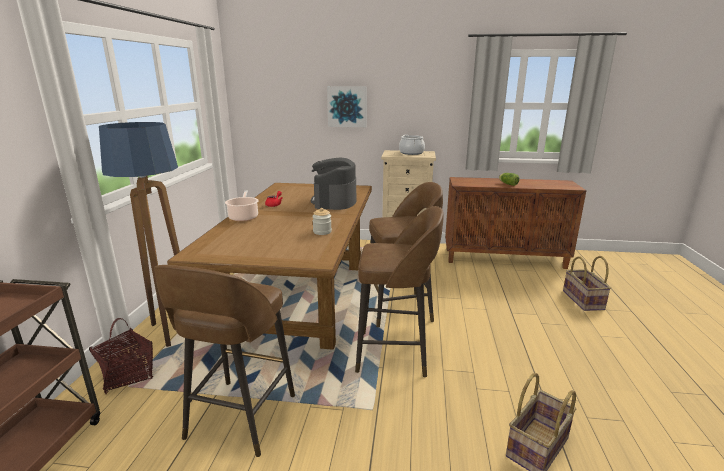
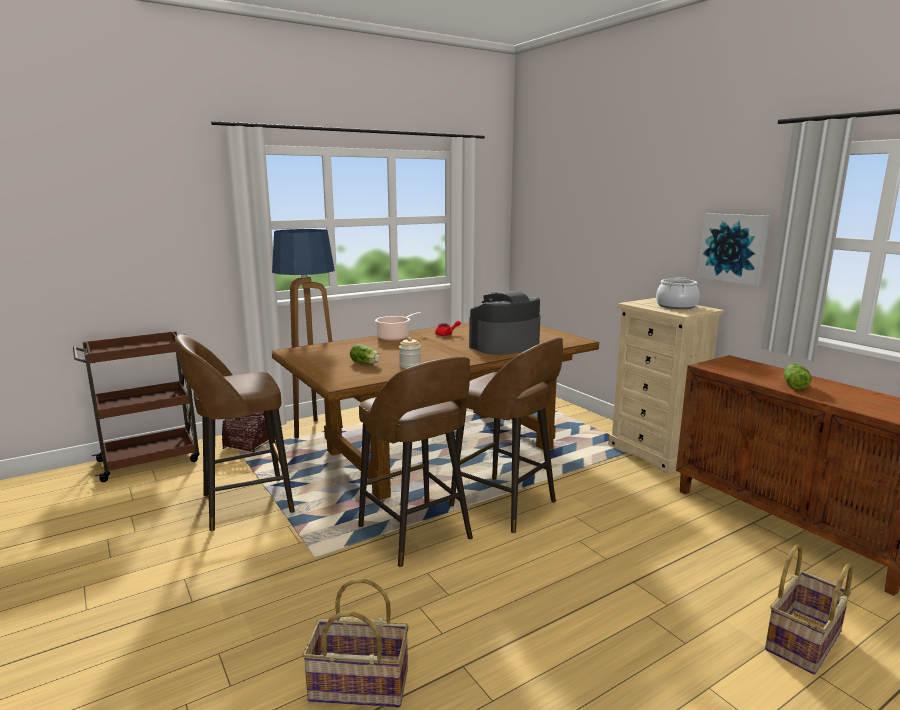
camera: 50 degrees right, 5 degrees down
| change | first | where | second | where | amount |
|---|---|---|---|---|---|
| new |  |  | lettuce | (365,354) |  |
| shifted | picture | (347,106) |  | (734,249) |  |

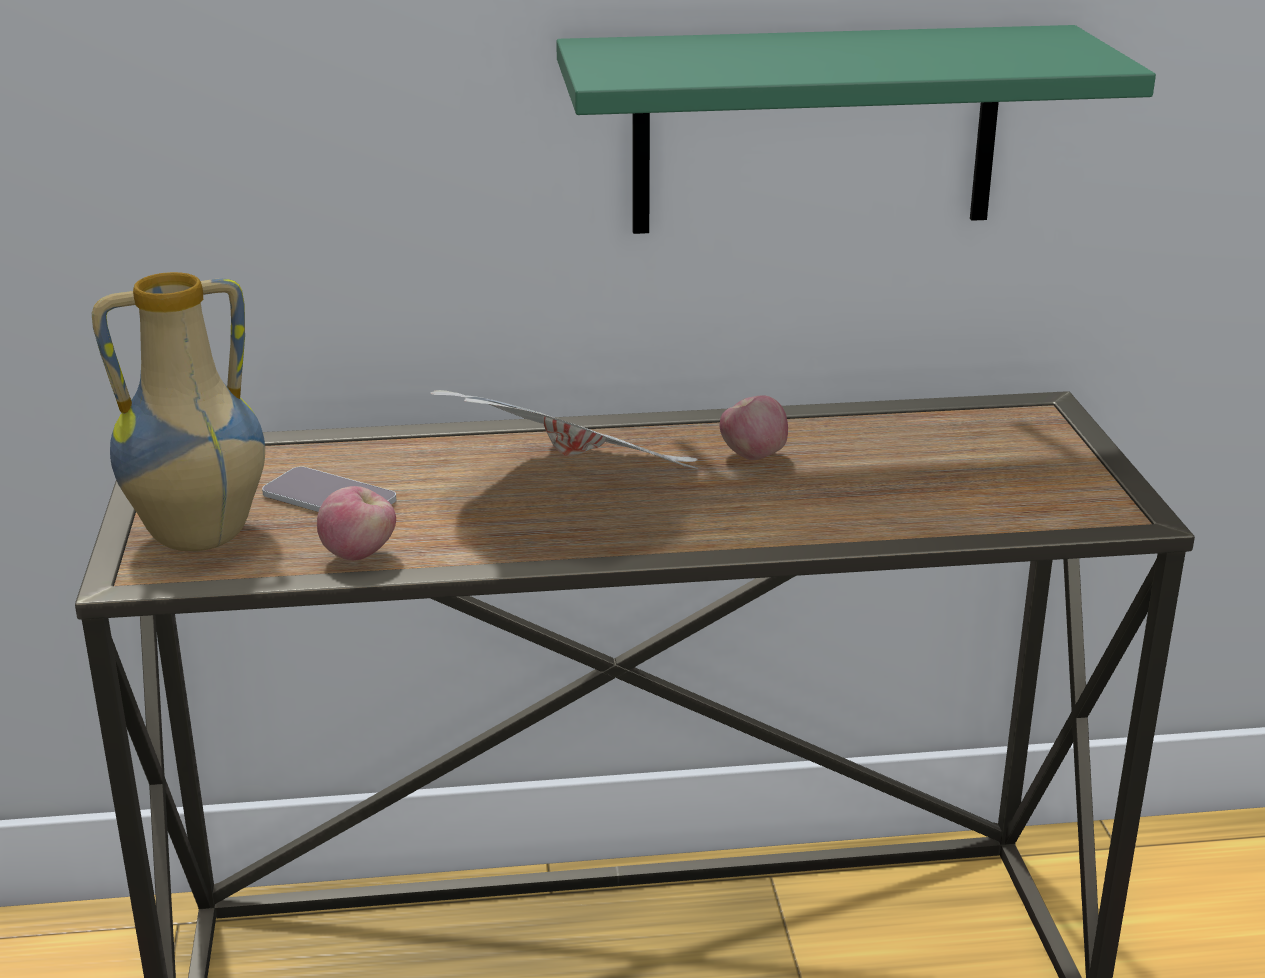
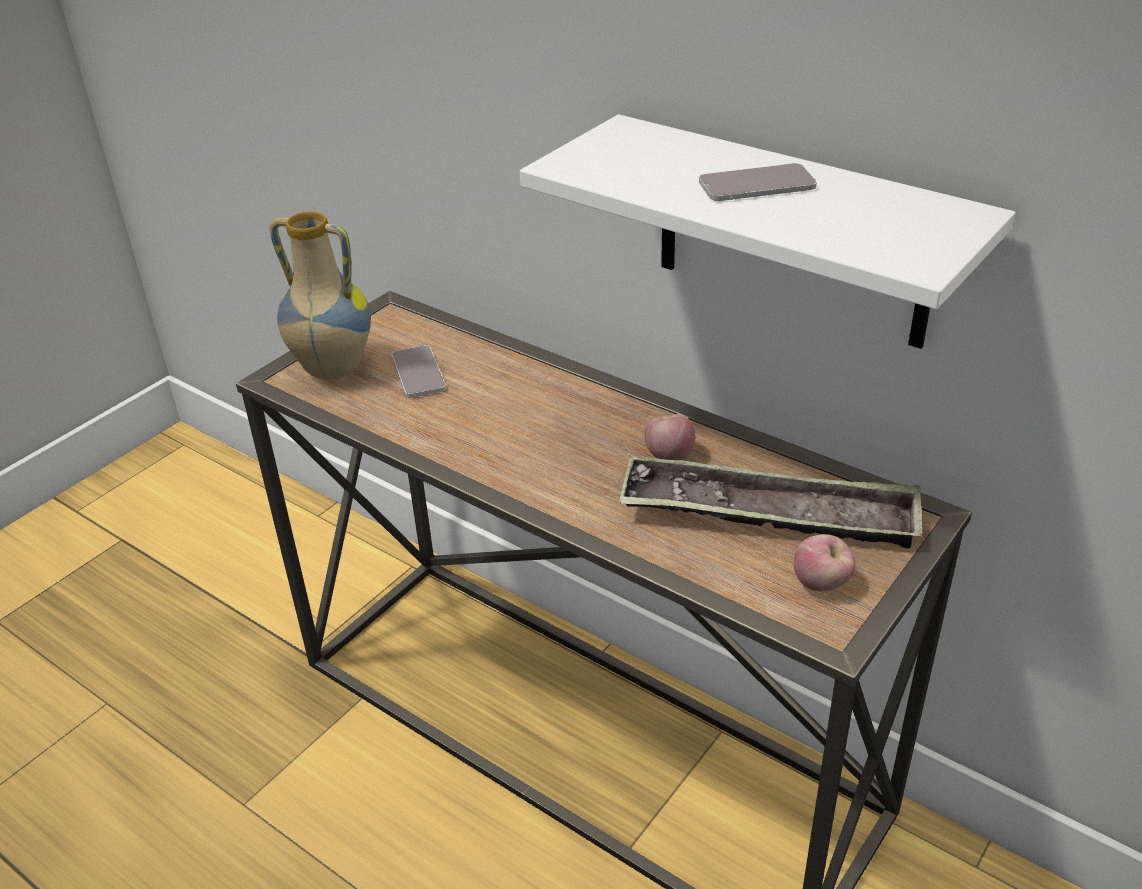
camera: 45 degrees right, 10 degrees up
| change | first | where | second | where | amount |
|---|---|---|---|---|---|
| repainted | shelf in green | (856,129) | shelf in white | (768,232) |  |
| new |  |  | tray | (771,502) |  |
| new |  |  | phone | (758,182) |  |
| shifted | apple | (356,523) |  | (824,562) |  |
| gone | newspaper | (564,429) |  |  |  |

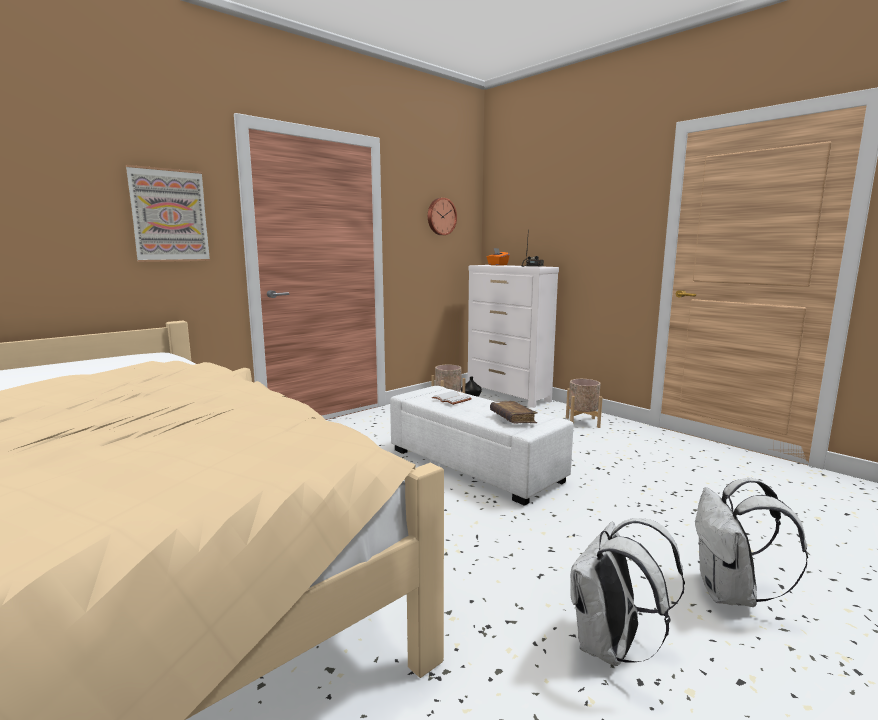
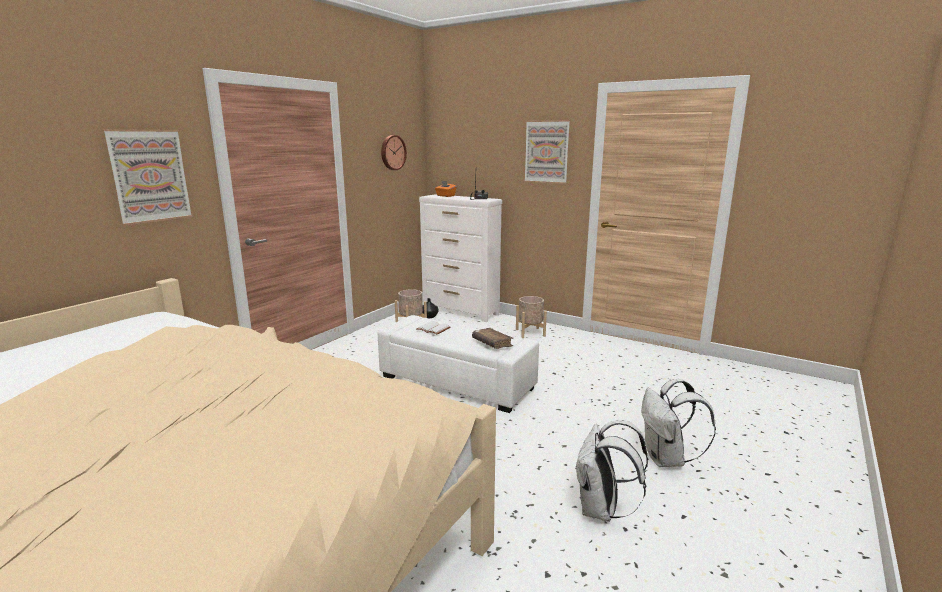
camera: 15 degrees left, 5 degrees up
| change | first | where | second | where | amount |
|---|---|---|---|---|---|
| new |  |  | picture | (547,152) |  |

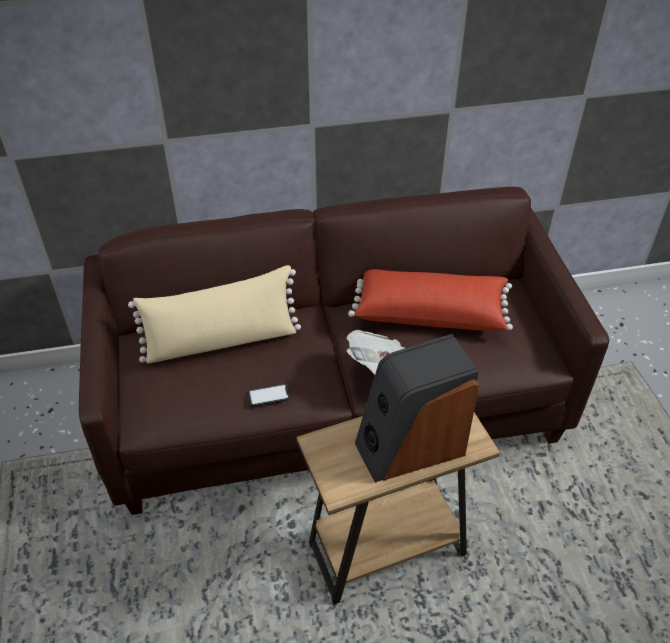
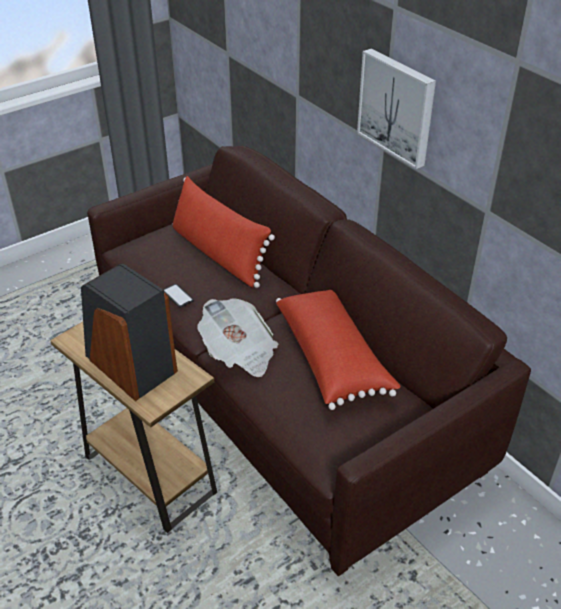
camera: 65 degrees right, 5 degrees down
| change | first | where | second | where | amount |
|---|---|---|---|---|---|
| repainted | pillow in beige | (214,314) | pillow in red | (223,232) |  |
| new |  |  | picture | (396,108) |  |

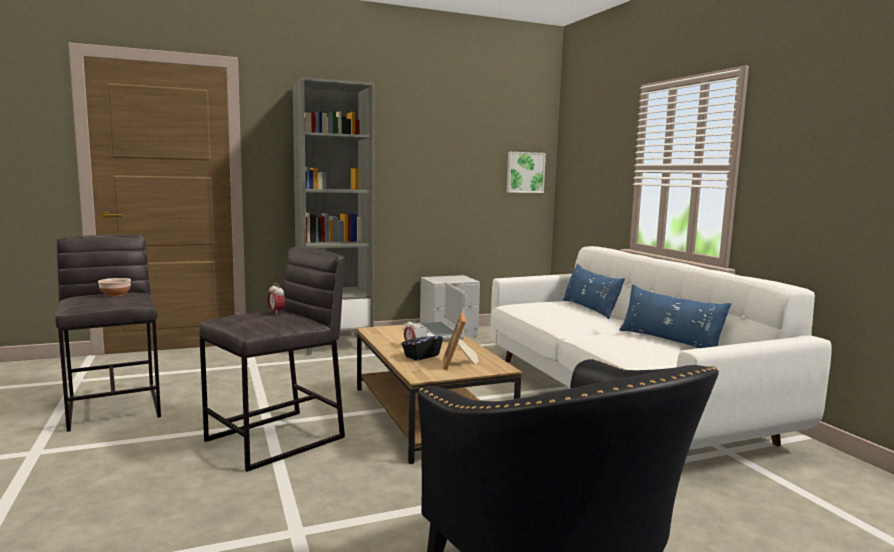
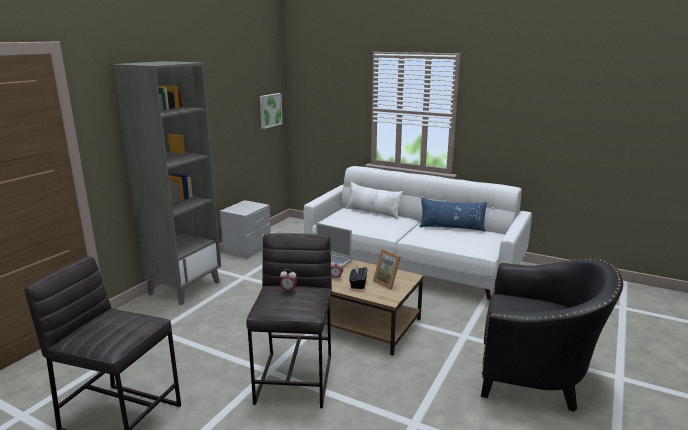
camera: 40 degrees left, 10 degrees up
| change | first | where | second | where | amount |
|---|---|---|---|---|---|
| repainted | pillow in blue | (594,291) | pillow in white | (374,200) |  |
| gone | bowl | (114,287) |  |  |  |

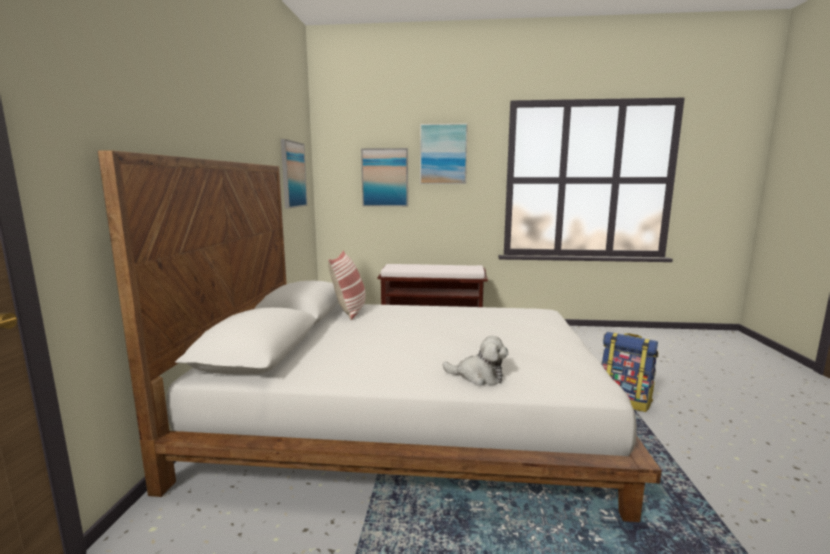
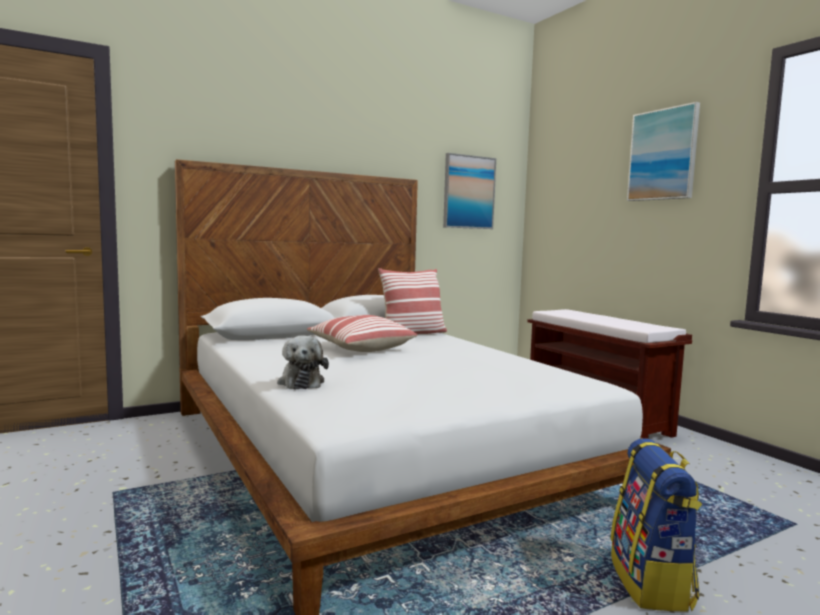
camera: 55 degrees right, 5 degrees down
| change | first | where | second | where | amount |
|---|---|---|---|---|---|
| new |  |  | pillow | (362,333) |  |
| gone | picture | (384,177) |  |  |  |

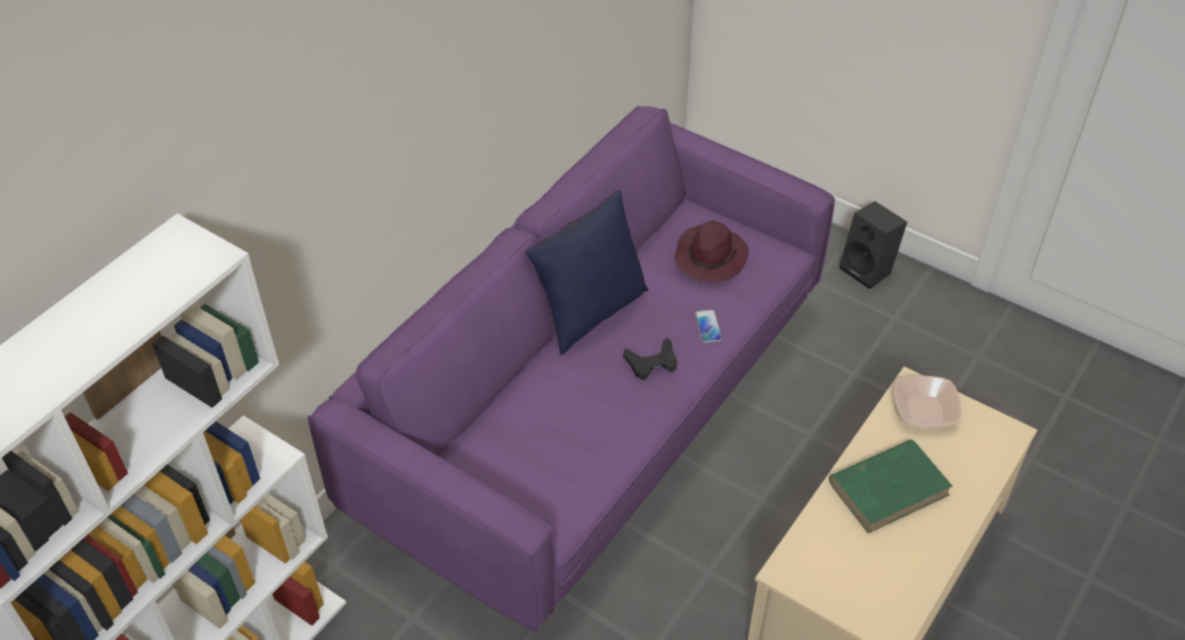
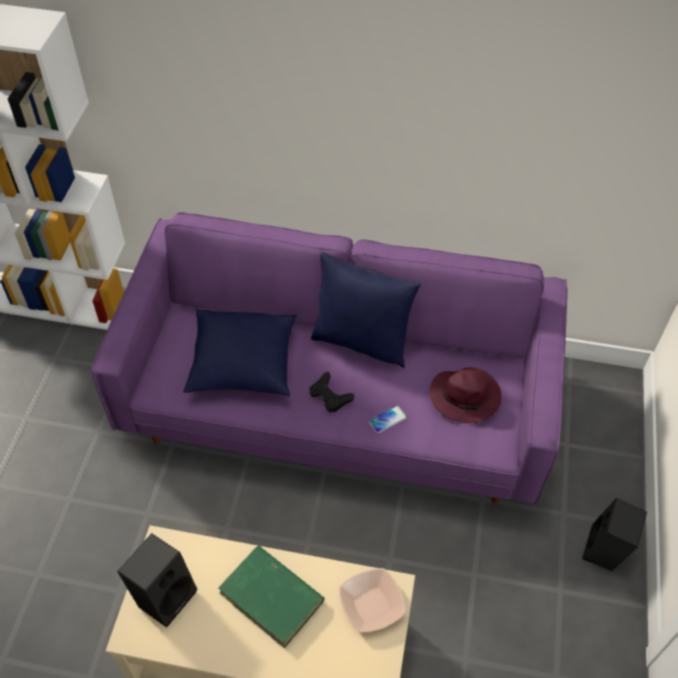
camera: 65 degrees right, 5 degrees up
| change | first | where | second | where | amount |
|---|---|---|---|---|---|
| new |  |  | speaker in black | (157,580) |  |
| new |  |  | pillow in blue | (239,352) |  |

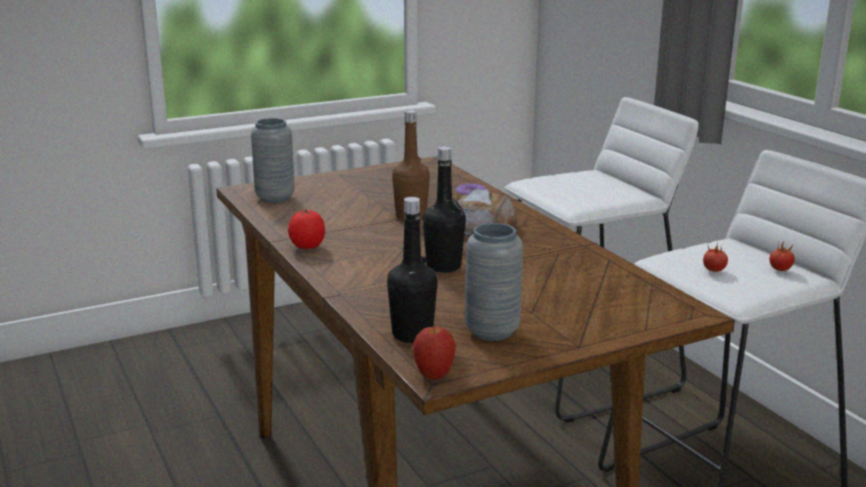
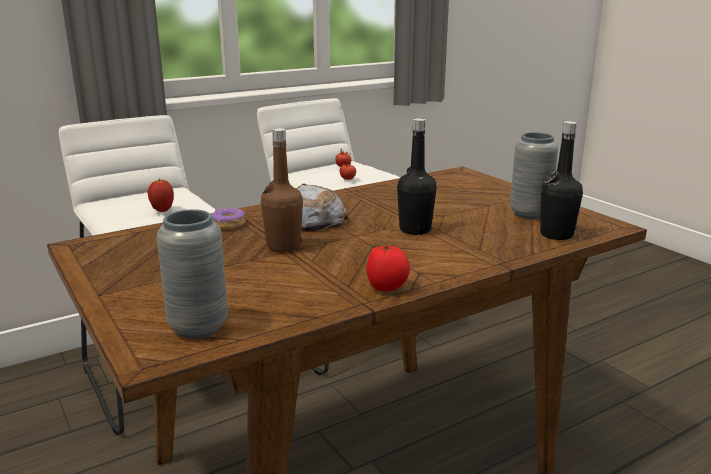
camera: 95 degrees left, 0 degrees up
| change | first | where | second | where | amount |
|---|---|---|---|---|---|
| shifted | apple | (434,352) |  | (160,195) |  |

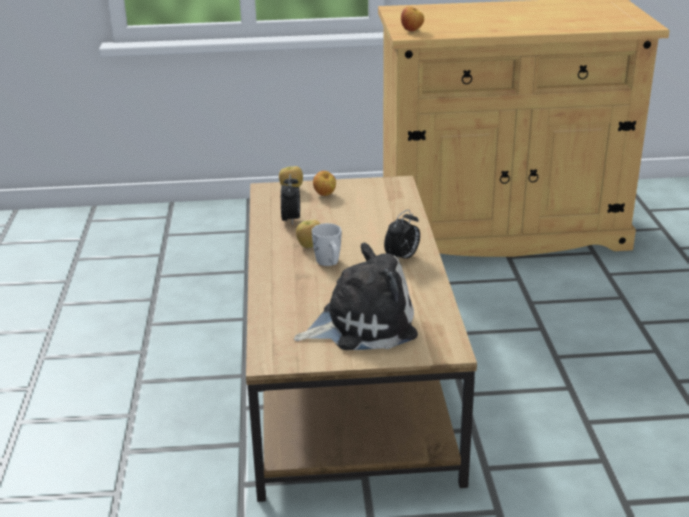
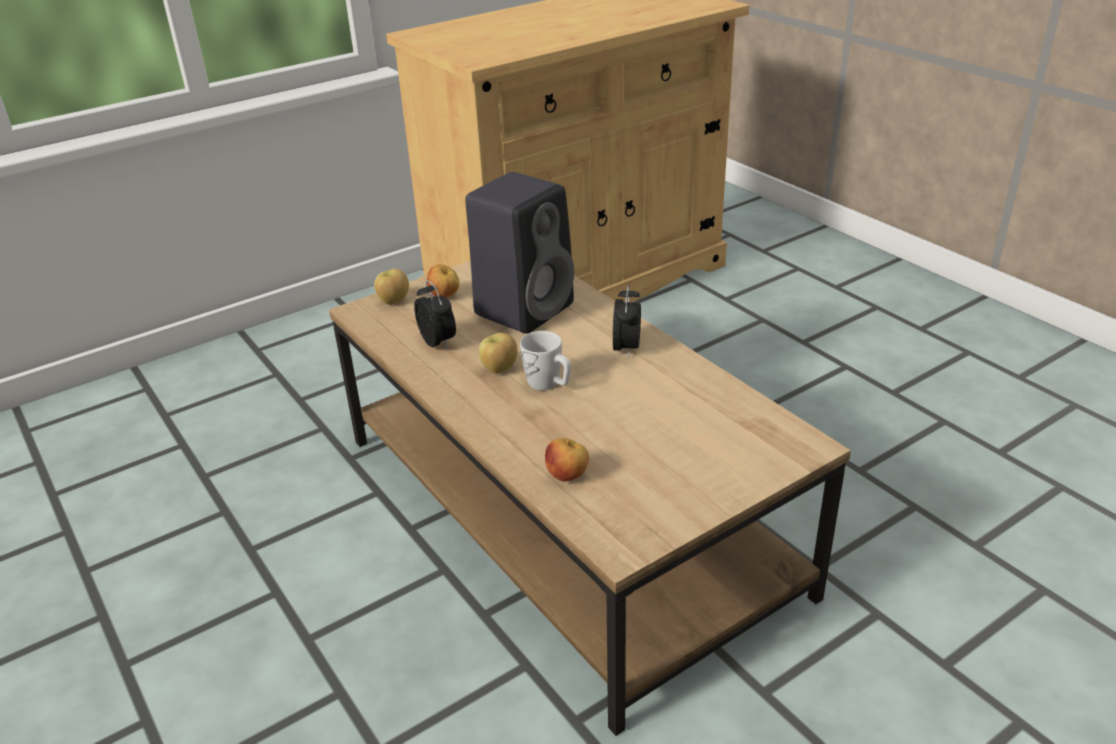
camera: 30 degrees left, 5 degrees up
| change | first | where | second | where | amount |
|---|---|---|---|---|---|
| new |  |  | speaker in black | (519,253) |  |
| shifted | apple | (412,19) |  | (567,460) |  |
| gone | plush toy | (356,296) |  |  |  |

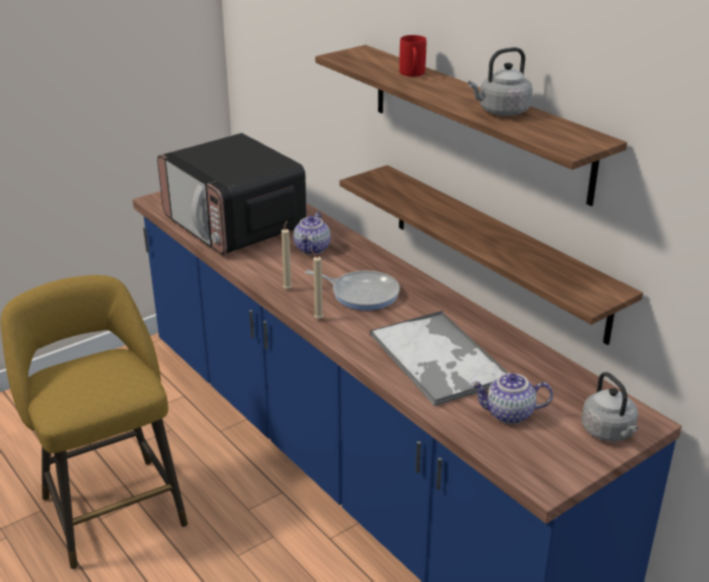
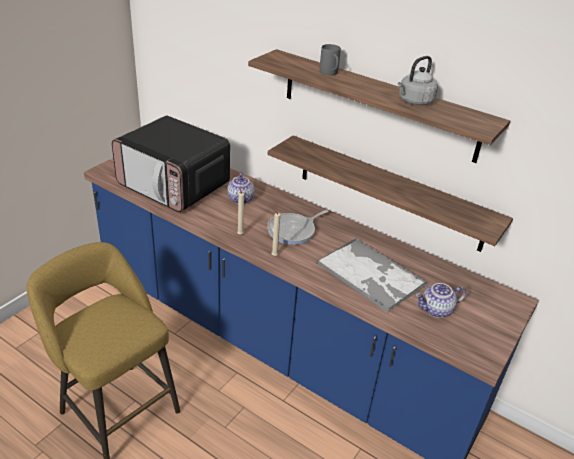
camera: 20 degrees left, 5 degrees up
| change | first | where | second | where | amount |
|---|---|---|---|---|---|
| rotated | frying pan | (352,290) |  | (297,227) | 135 degrees clockwise |
| repainted | mug in red | (412,56) | mug in grey | (330,59) |  |
| gone | kettle in grey | (610,406) |  |  |  |

